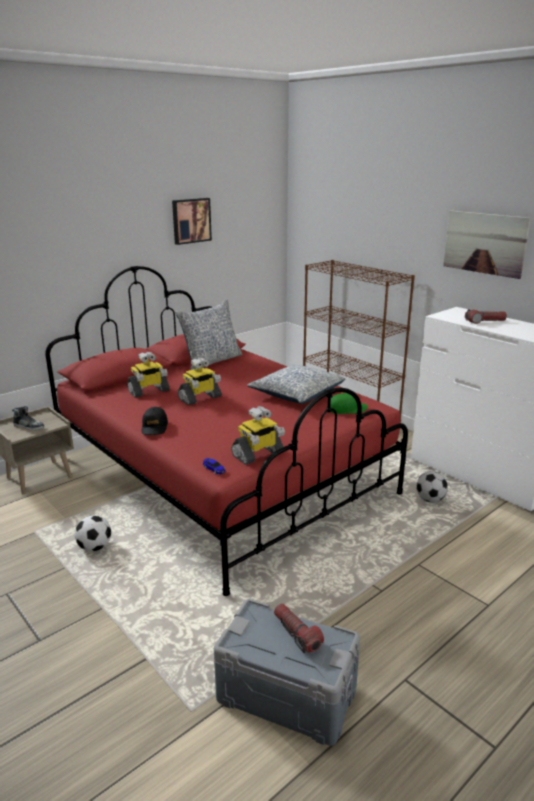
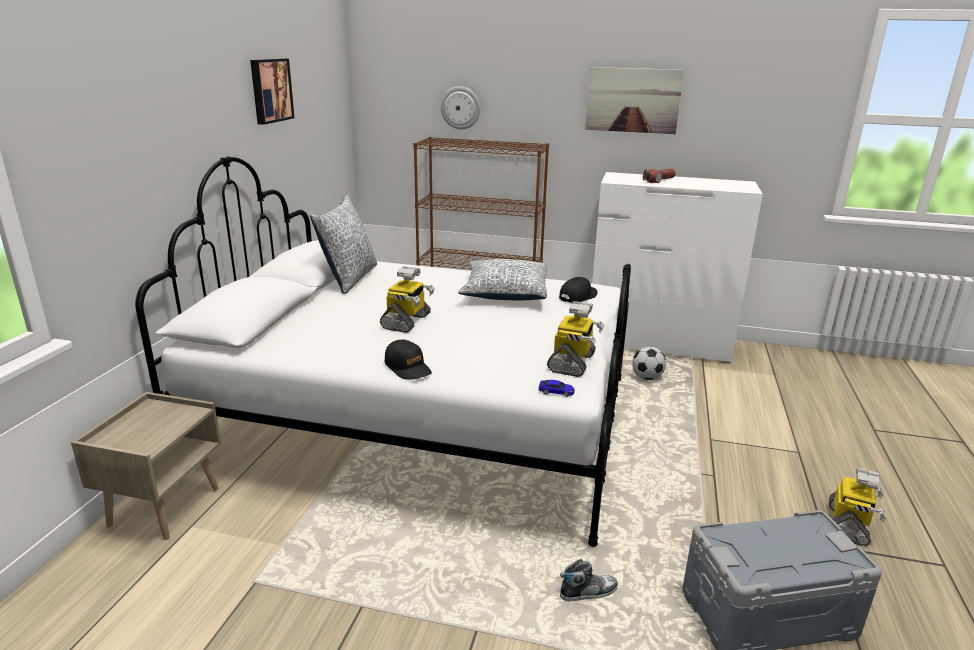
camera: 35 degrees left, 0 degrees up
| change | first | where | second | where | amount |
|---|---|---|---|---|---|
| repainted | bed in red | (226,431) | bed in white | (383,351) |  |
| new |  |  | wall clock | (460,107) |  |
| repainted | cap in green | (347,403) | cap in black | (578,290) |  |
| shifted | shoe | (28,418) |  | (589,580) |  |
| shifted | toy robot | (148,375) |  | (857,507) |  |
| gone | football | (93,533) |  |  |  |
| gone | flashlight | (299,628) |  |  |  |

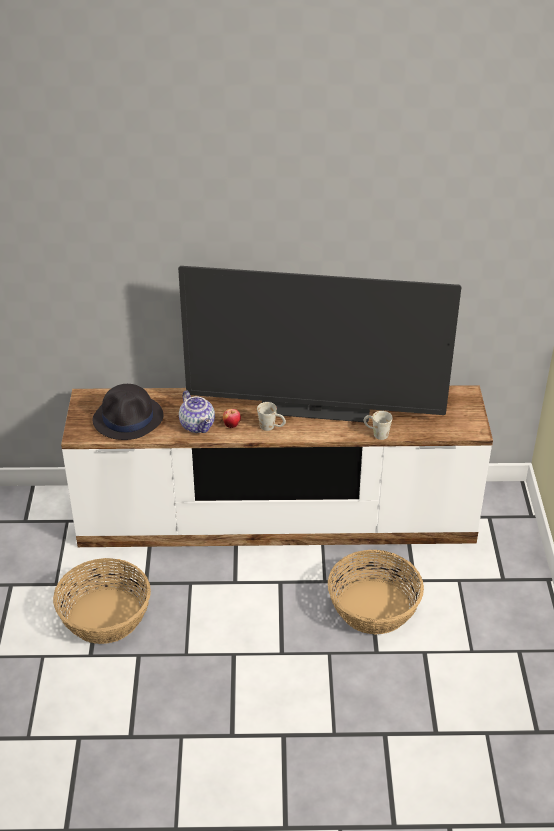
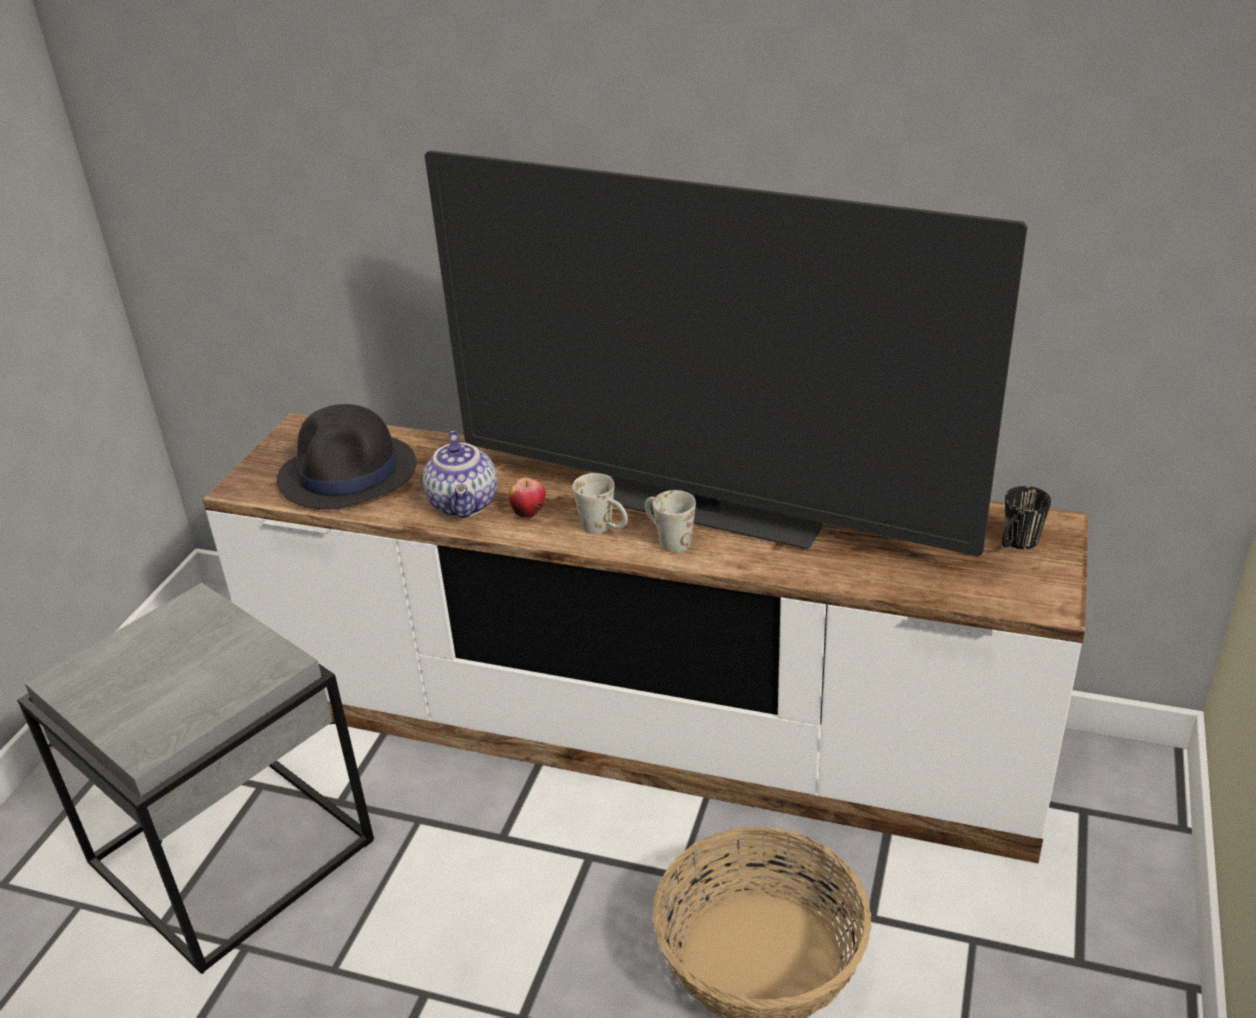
camera: 20 degrees right, 5 degrees down
| change | first | where | second | where | amount |
|---|---|---|---|---|---|
| swapped | basket | (102,601) | side table in grey | (195,778) |  |
| shifted | mug in white | (378,425) |  | (670,521) |  |
| new |  |  | mug in black | (1026,517) |  |

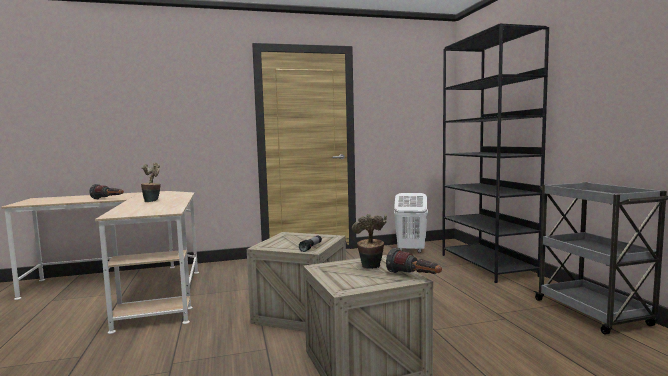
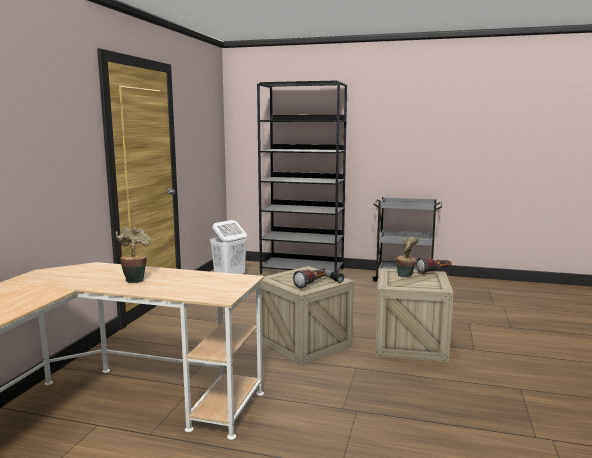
camera: 60 degrees left, 5 degrees up
| change | first | where | second | where | amount |
|---|---|---|---|---|---|
| shifted | flashlight | (106,191) |  | (309,279) |  |

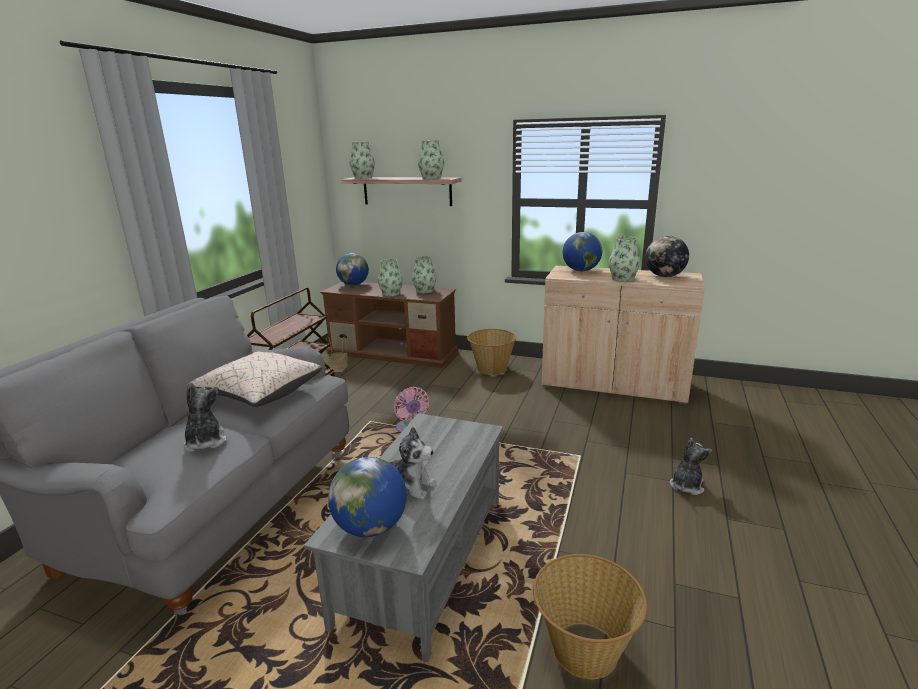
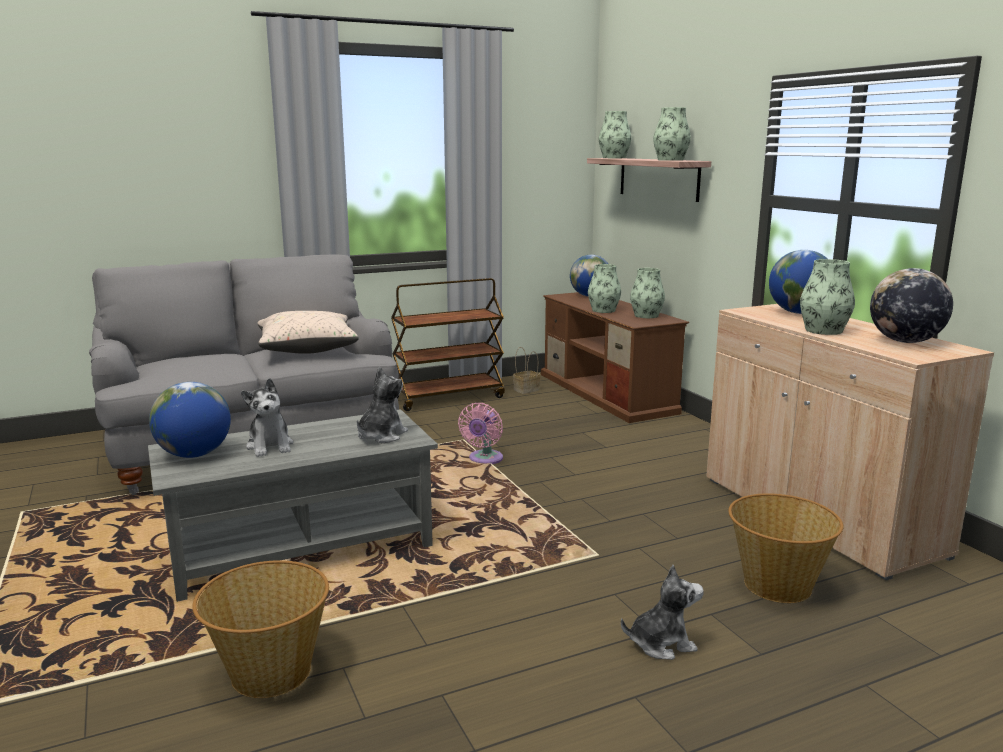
camera: 45 degrees right, 5 degrees down
| change | first | where | second | where | amount |
|---|---|---|---|---|---|
| shifted | plush toy | (205,417) |  | (382,404) |  |
| shifted | basket | (491,352) |  | (786,548) |  |

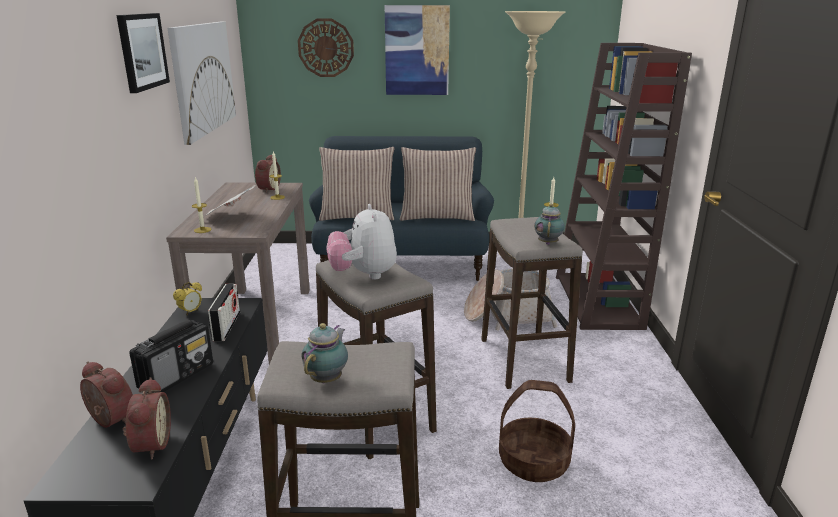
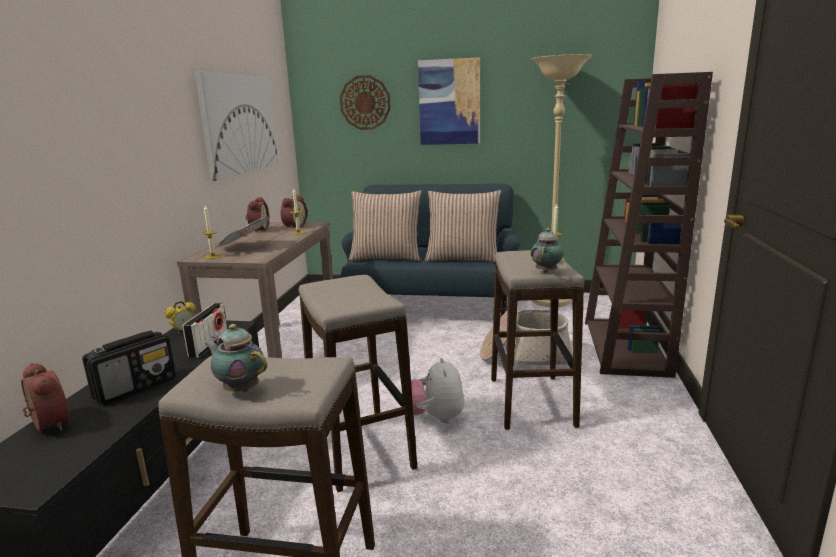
camera: 10 degrees right, 5 degrees down
| change | first | where | second | where | amount |
|---|---|---|---|---|---|
| rotated | teapot | (324,353) |  | (236,358) | 90 degrees counterclockwise |
| shifted | alarm clock | (146,418) |  | (257,215) |  |
| shifted | plush toy | (362,242) |  | (437,390) |  |
| gone | picture | (143,53) |  |  |  |
| gone | basket | (537,431) |  |  |  |

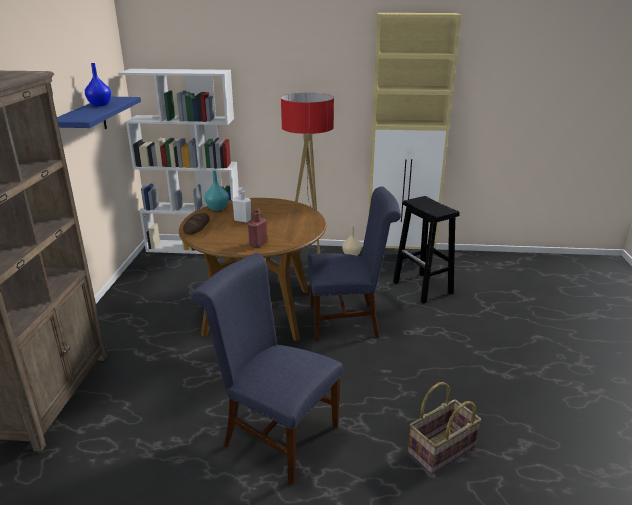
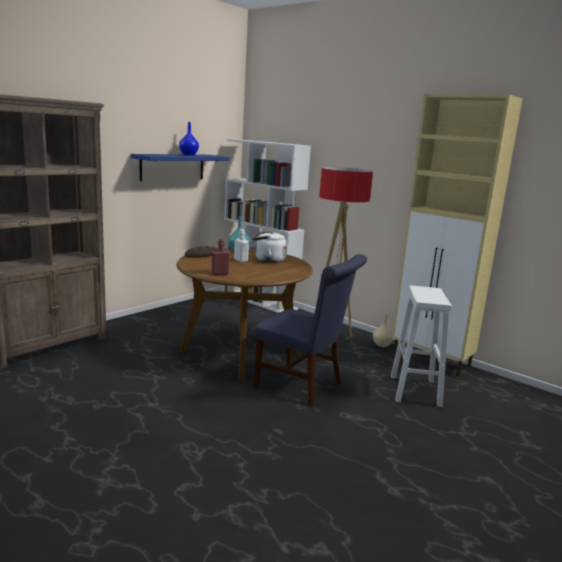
camera: 35 degrees right, 10 degrees down
| change | first | where | second | where | amount |
|---|---|---|---|---|---|
| new |  |  | kettle in white | (270,247) |  |
| repainted | stool in black | (426,250) | stool in white | (421,346) |  |
| gone | chair in blue | (267,368) |  |  |  |
| gone | basket | (444,428) |  |  |  |

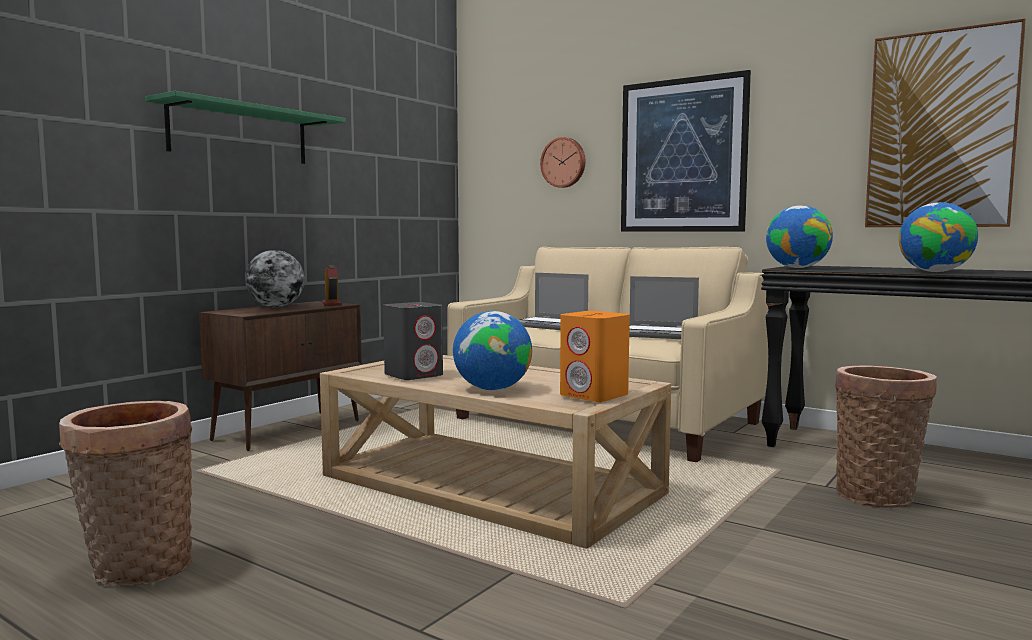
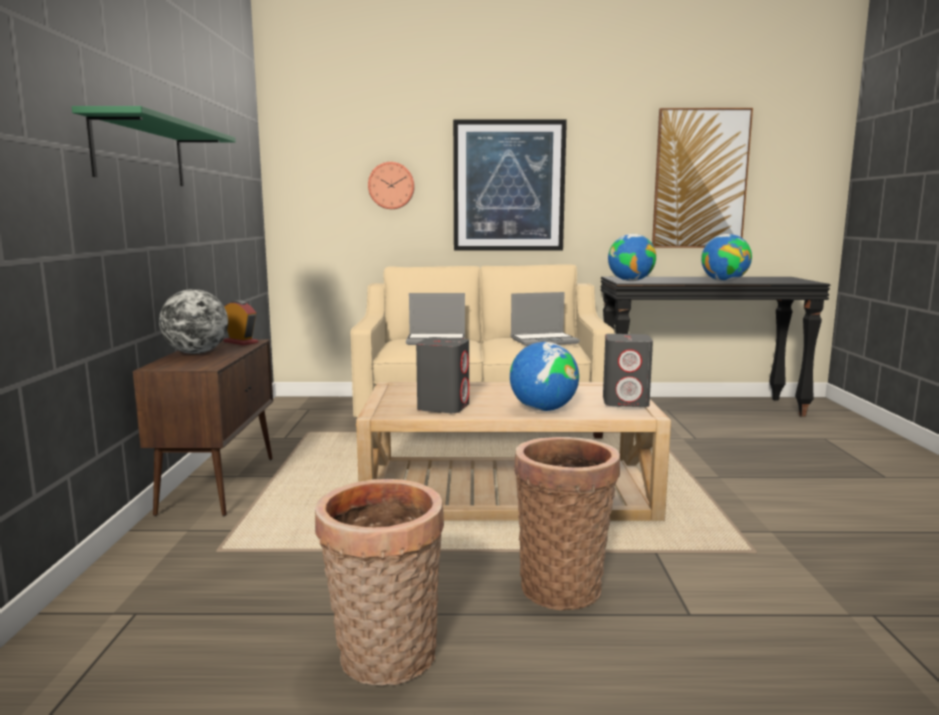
camera: 35 degrees left, 5 degrees up
| change | first | where | second | where | amount |
|---|---|---|---|---|---|
| shifted | basket | (886,436) |  | (567,523) |  |
| repainted | speaker in orange | (595,356) | speaker in grey | (628,370) |  |

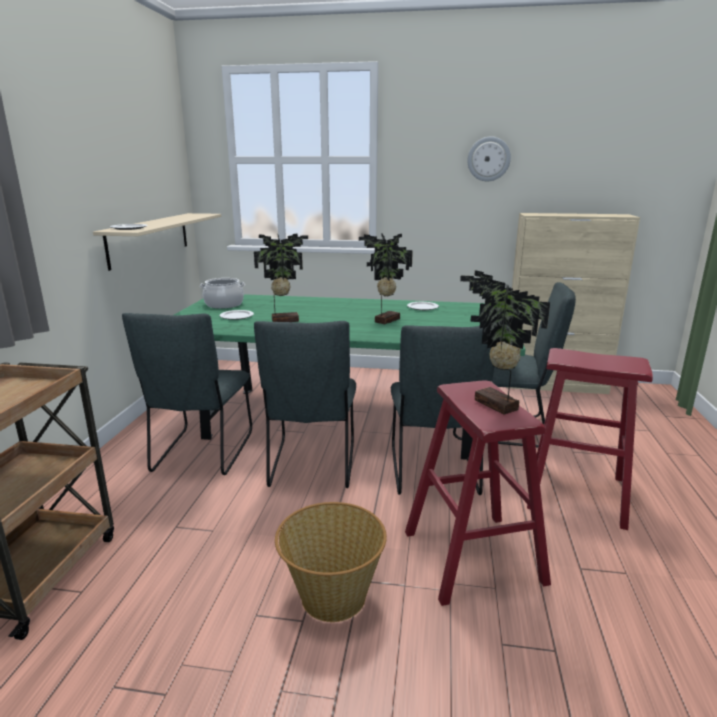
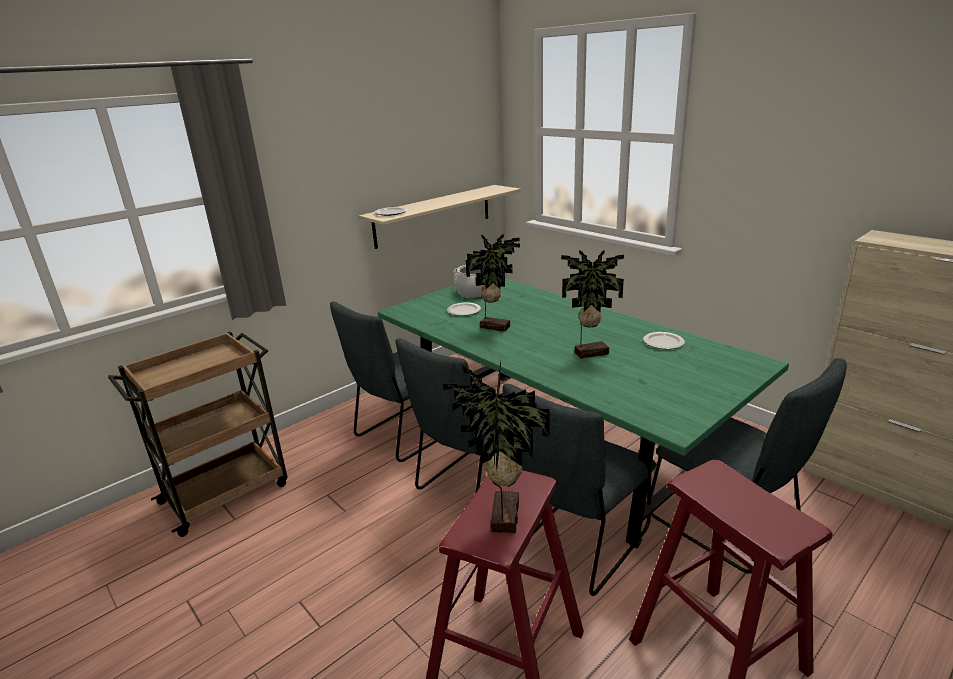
camera: 40 degrees right, 5 degrees up
| change | first | where | second | where | amount |
|---|---|---|---|---|---|
| gone | basket | (331,562) |  |  |  |
| gone | wall clock | (489,158) |  |  |  |

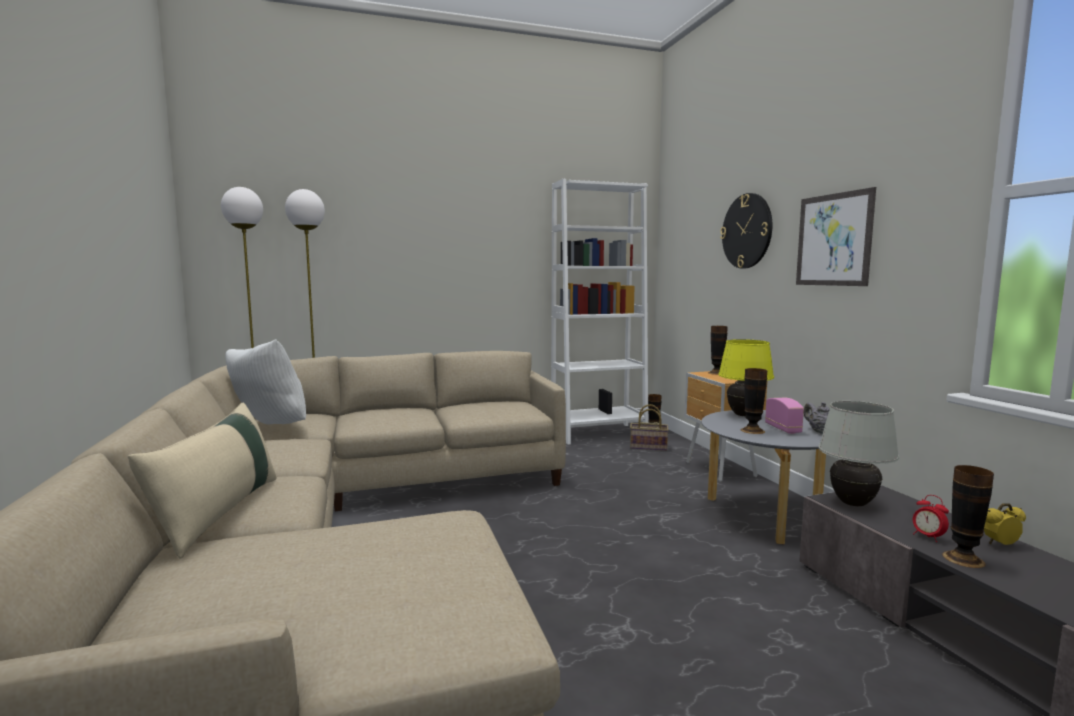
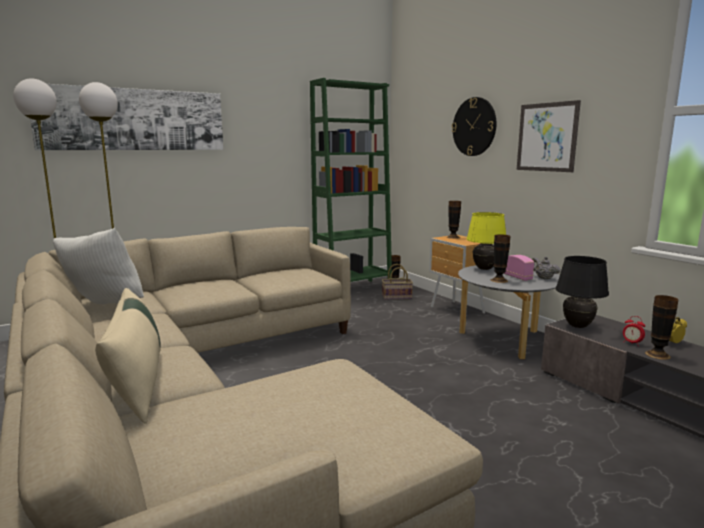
camera: 15 degrees left, 5 degrees up
| change | first | where | second | where | amount |
|---|---|---|---|---|---|
| new |  |  | picture | (126,117) |  |
| repainted | bookcase in white | (599,312) | bookcase in green | (351,180) |  |
| repainted | table lamp in white | (858,453) | table lamp in black | (582,292) |  |

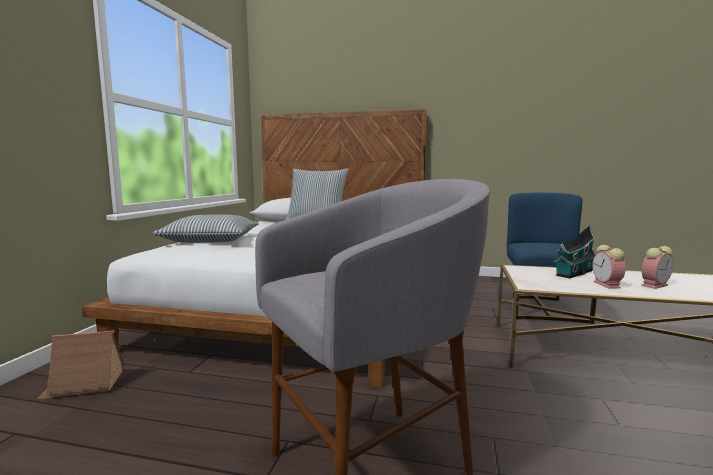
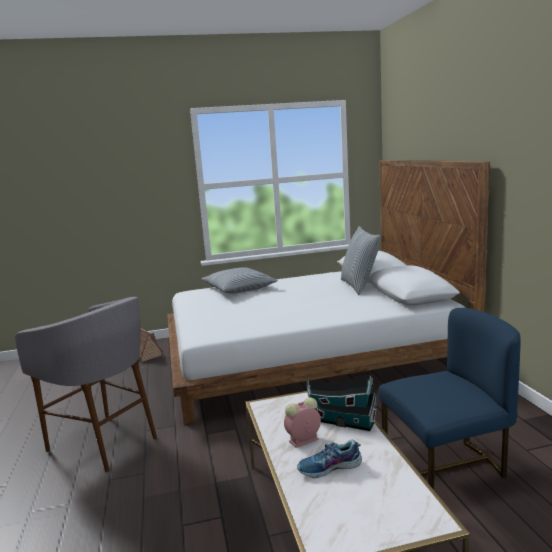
camera: 65 degrees right, 5 degrees up
| change | first | where | second | where | amount |
|---|---|---|---|---|---|
| swapped | alarm clock | (657,267) | shoe | (329,459) |  |

